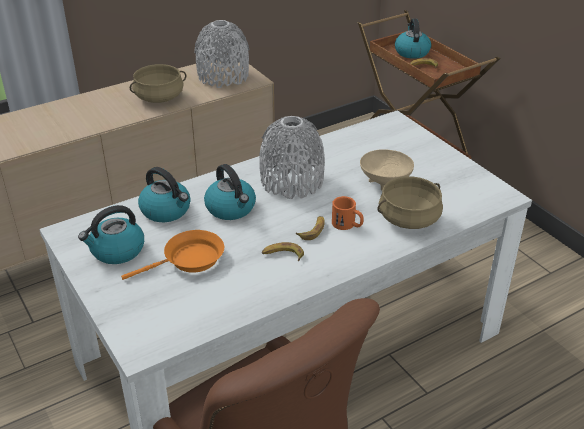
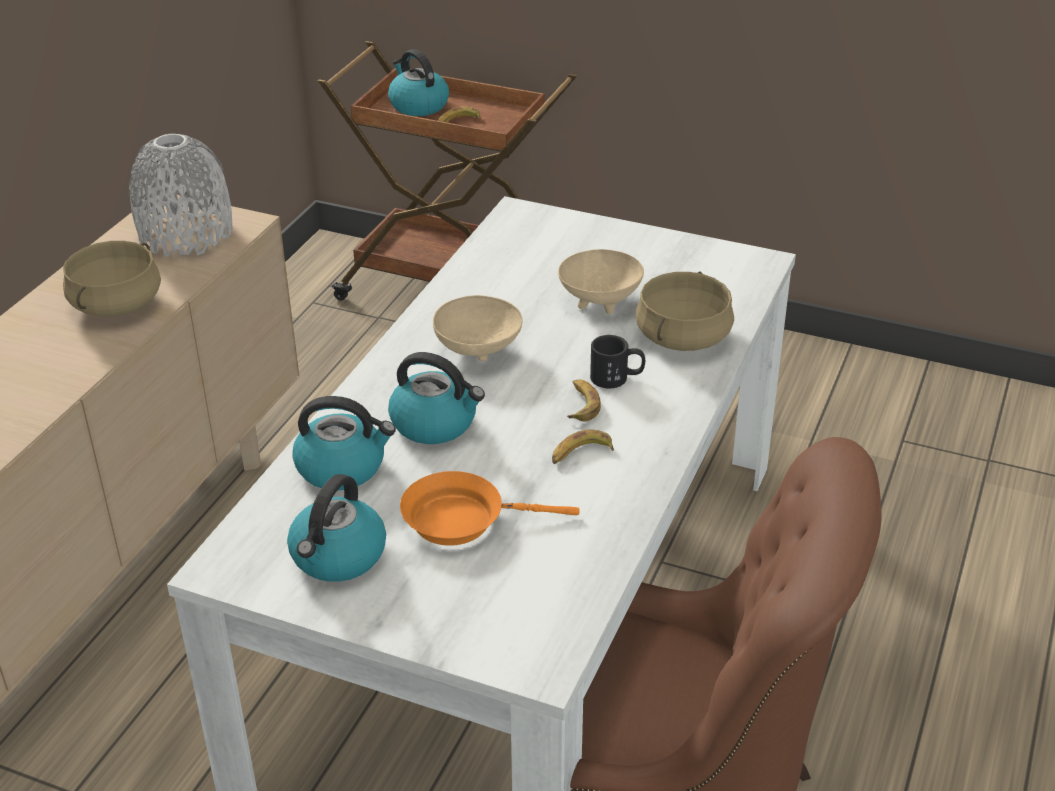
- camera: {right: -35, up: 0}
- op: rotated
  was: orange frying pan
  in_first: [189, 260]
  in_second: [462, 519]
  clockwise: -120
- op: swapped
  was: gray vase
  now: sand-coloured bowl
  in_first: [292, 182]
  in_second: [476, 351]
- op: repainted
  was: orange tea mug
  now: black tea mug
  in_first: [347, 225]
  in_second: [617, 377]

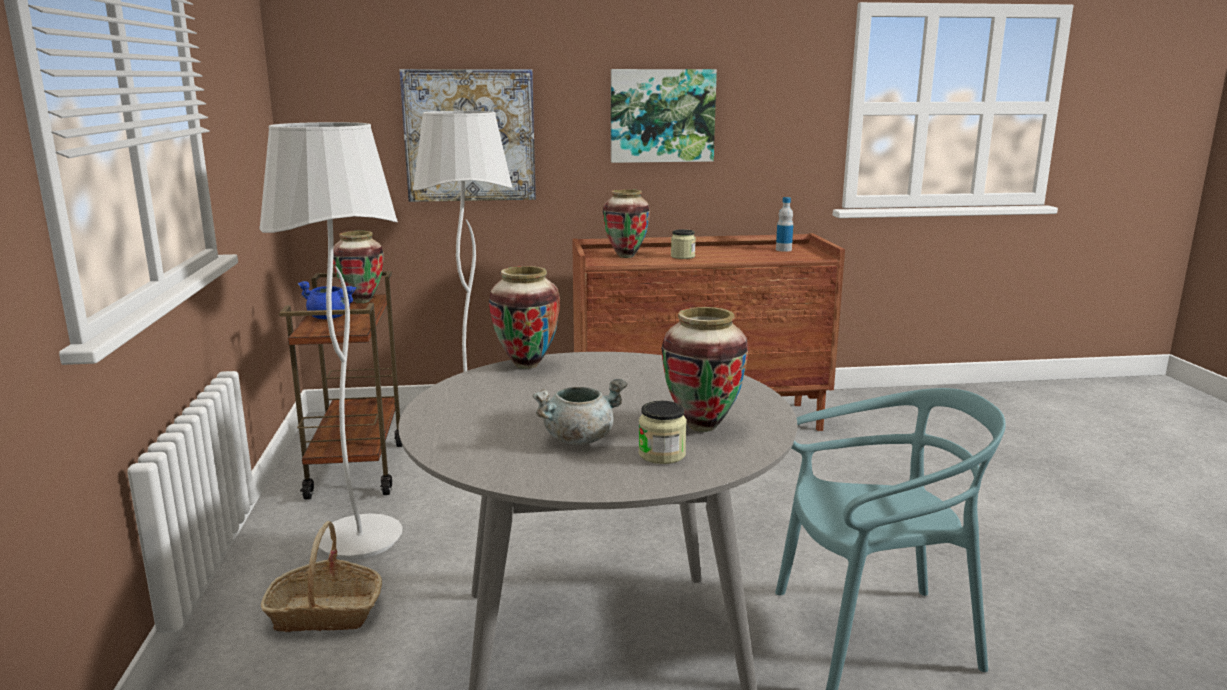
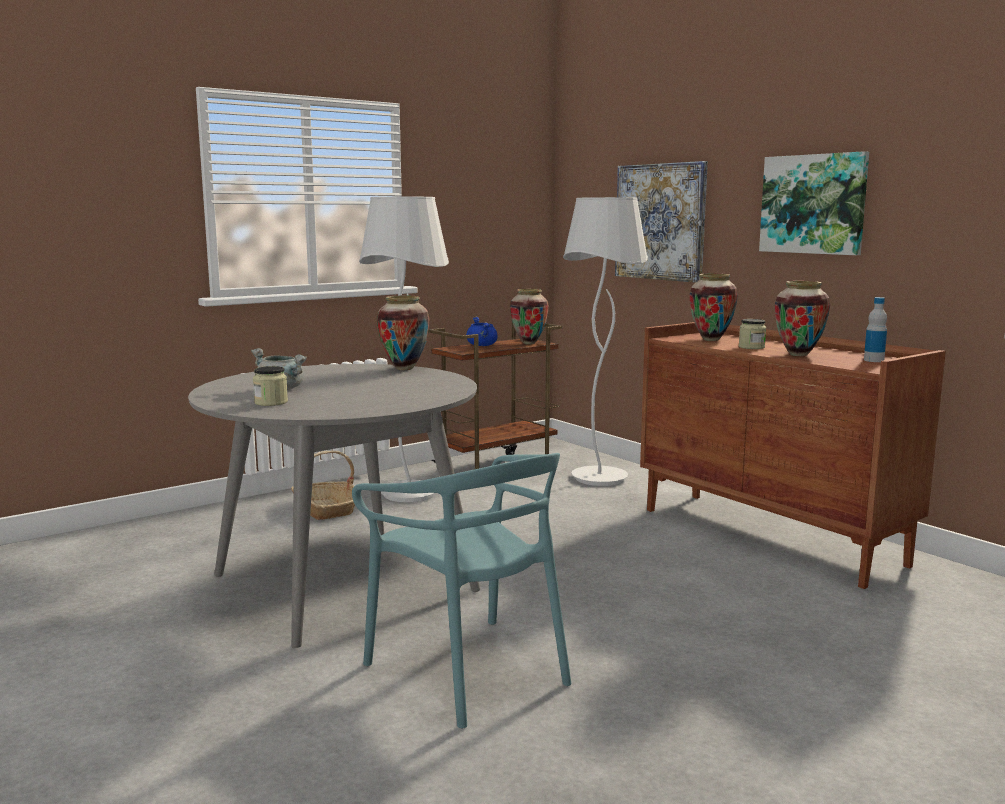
- camera: {right: 60, up: -5}
- op: shifted
  was: vase
  in_first: [703, 426]
  in_second: [798, 355]

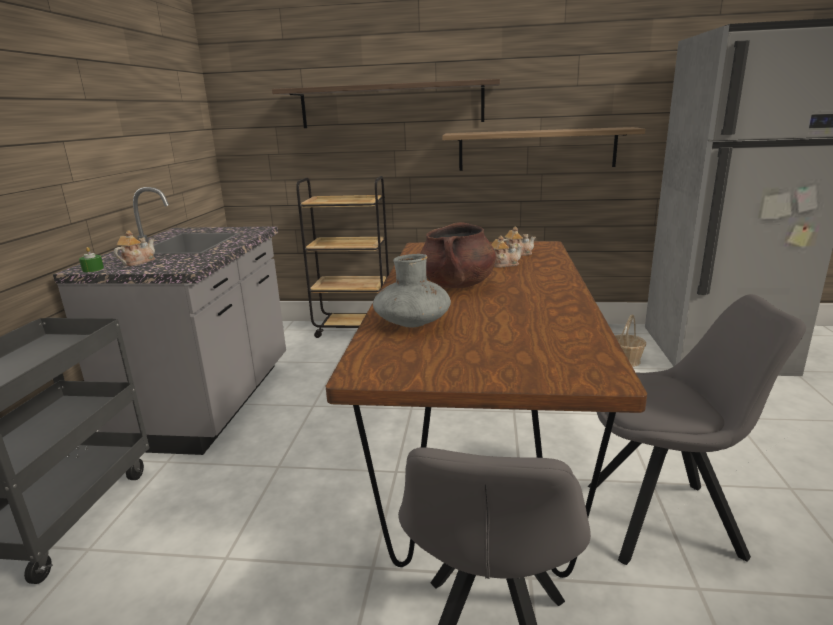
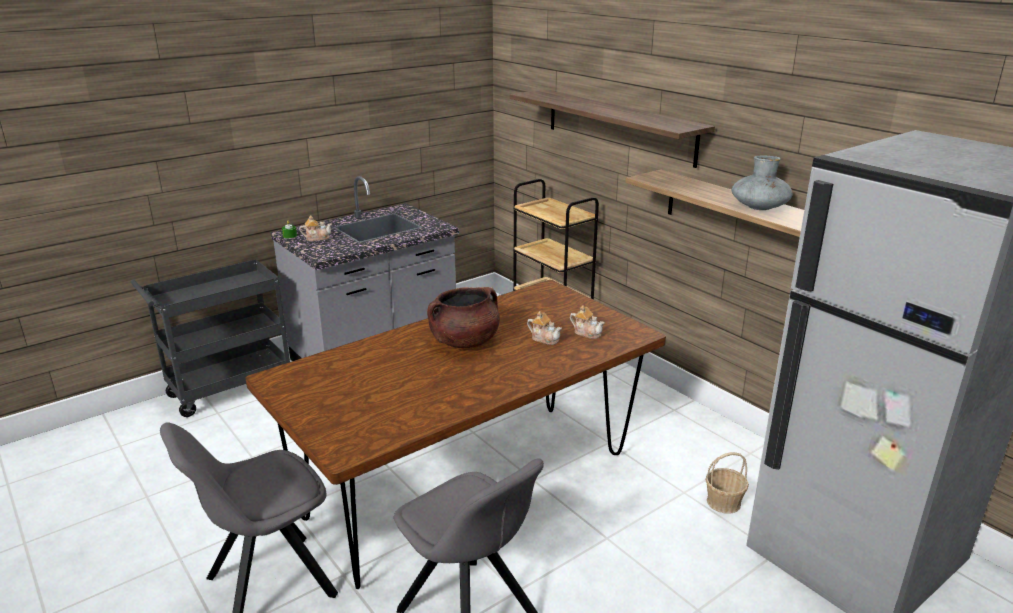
- camera: {right: 45, up: 5}
- op: shifted
  was: gray vase
  in_first: [412, 323]
  in_second: [759, 207]

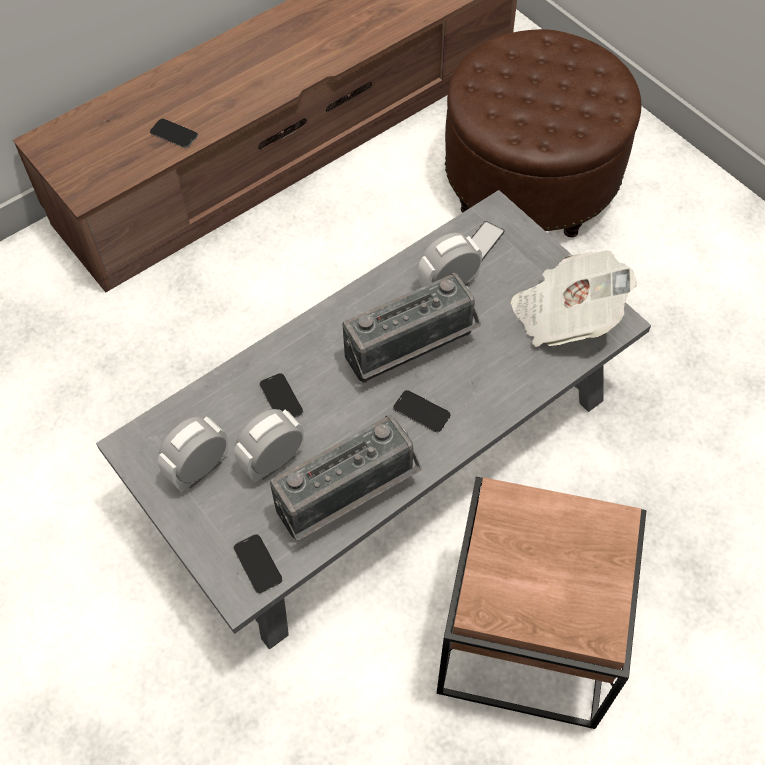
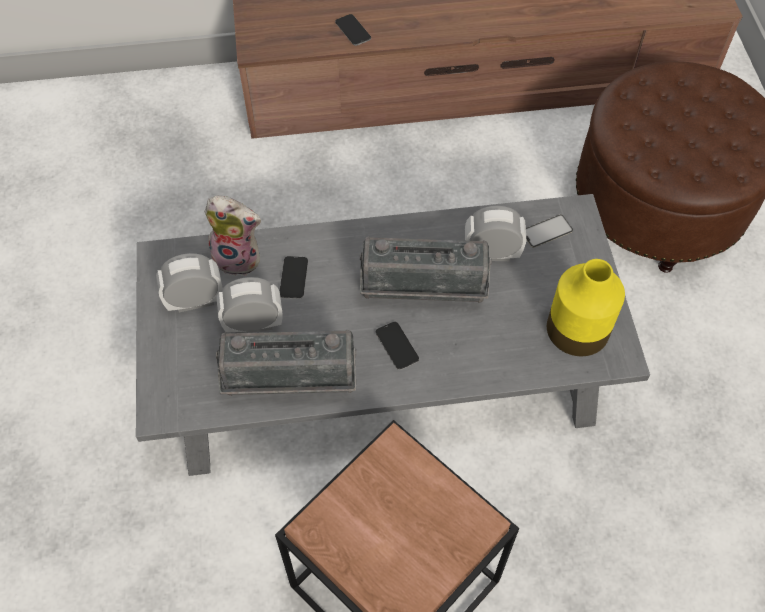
- camera: {right: 30, up: 0}
- op: new
  now: plush toy
  in_second: [239, 257]
- op: swapped
  was: newspaper
  now: yellow vase
  in_first: [566, 315]
  in_second: [577, 328]
- op: gone
  was: telephone
  in_first: [258, 564]

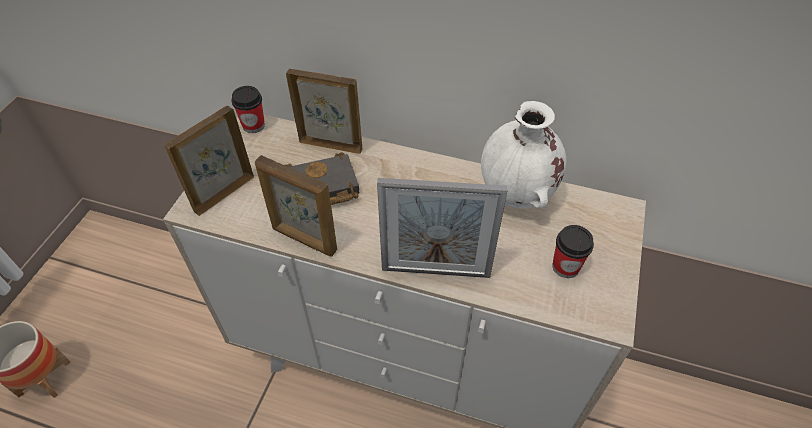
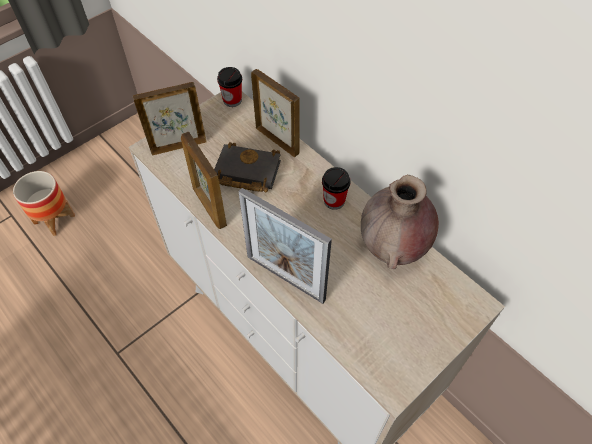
- camera: {right: 30, up: 5}
- op: shifted
  was: small cup
  in_first: [565, 267]
  in_second: [334, 201]
- op: repainted
  was: white-coloured vase
  now: brown-coloured vase
  in_first: [516, 196]
  in_second: [392, 249]

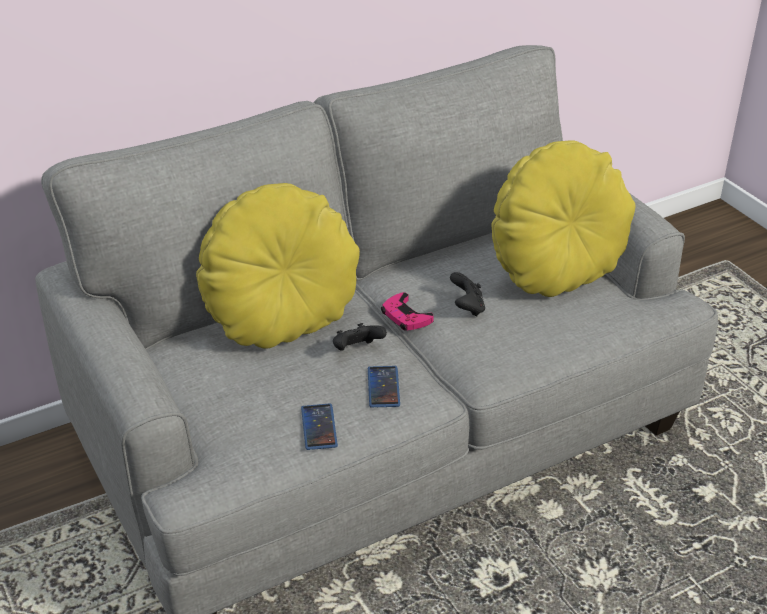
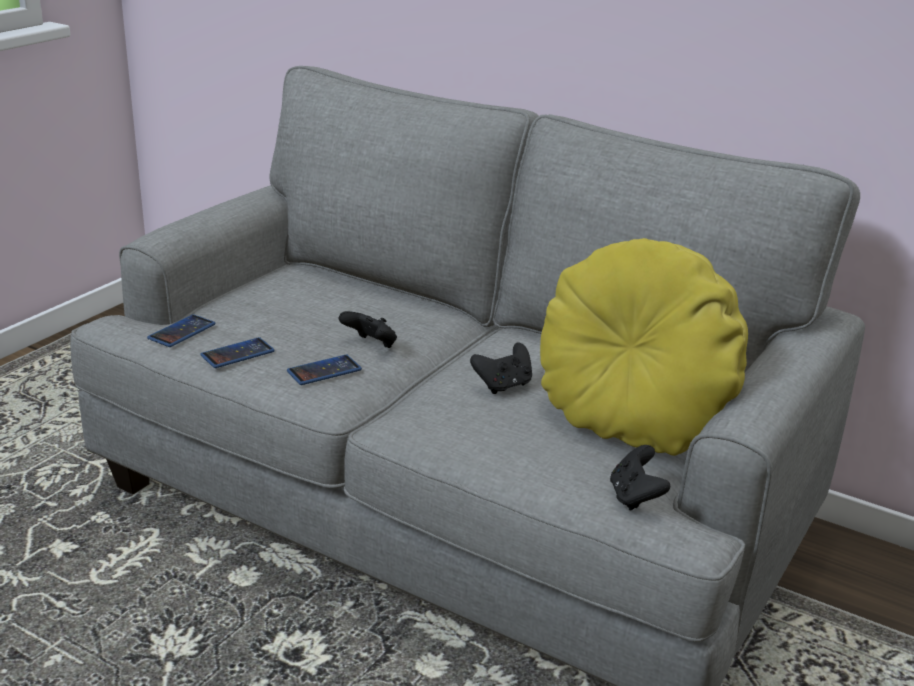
- camera: {right: 60, up: -10}
- op: new
  now: telephone
  in_second: [182, 332]
- op: new
  now: black gamepad
  in_second: [635, 497]
- op: gone
  was: yellow cushion
  in_first: [283, 324]
- op: gone
  was: pinkish gamepad
  in_first: [405, 316]

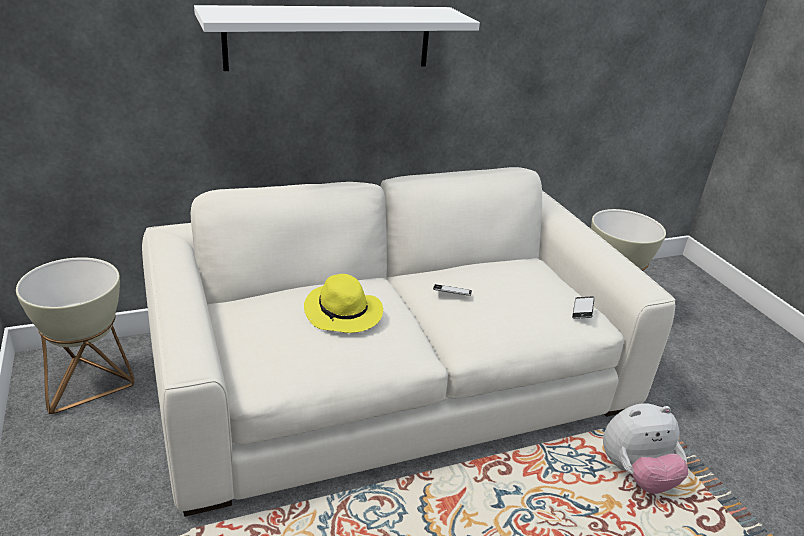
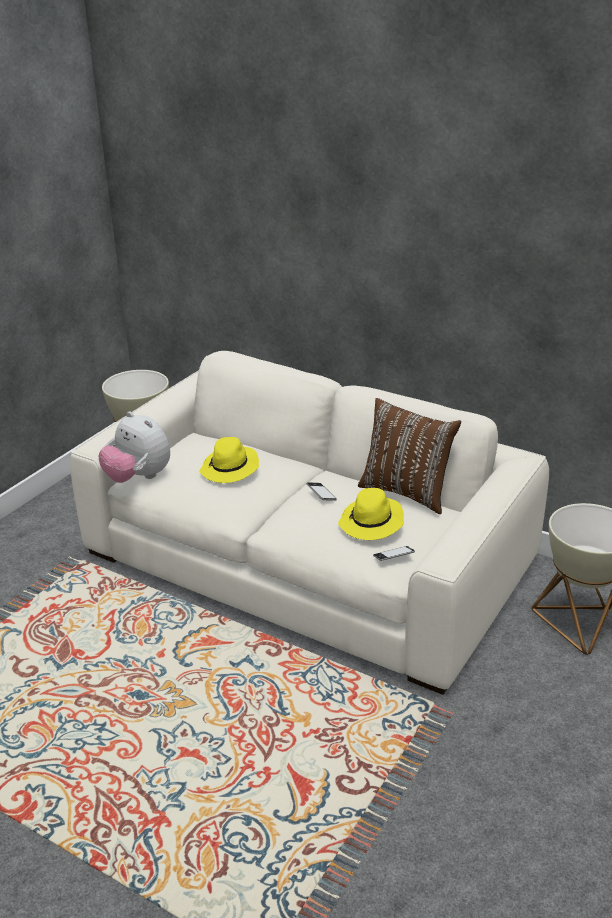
- camera: {right: 55, up: 0}
- op: shifted
  was: plush toy
  in_first: [636, 474]
  in_second: [138, 477]
- op: new
  now: yellow hat
  in_second: [372, 523]
- op: new
  now: brown-coloured cushion
  in_second: [406, 492]
- op: gone
  was: white-coloured bracket shelf
  in_first: [330, 37]

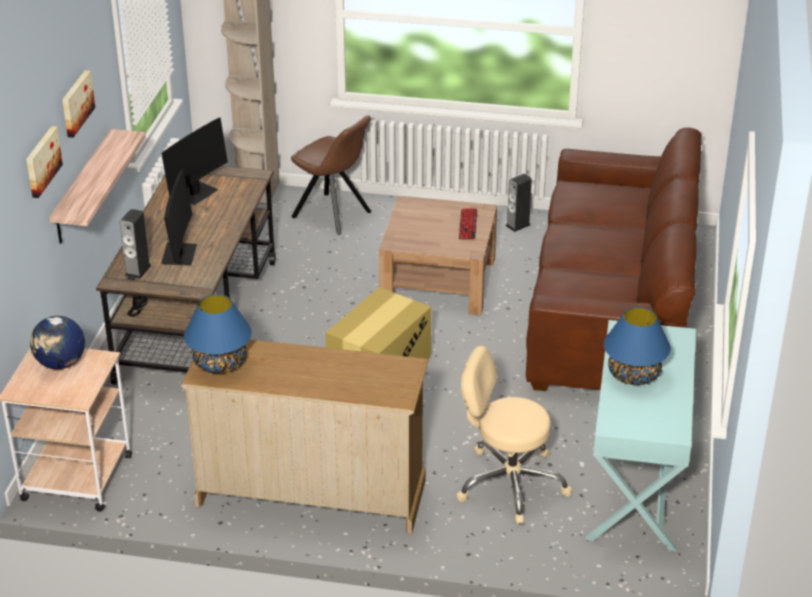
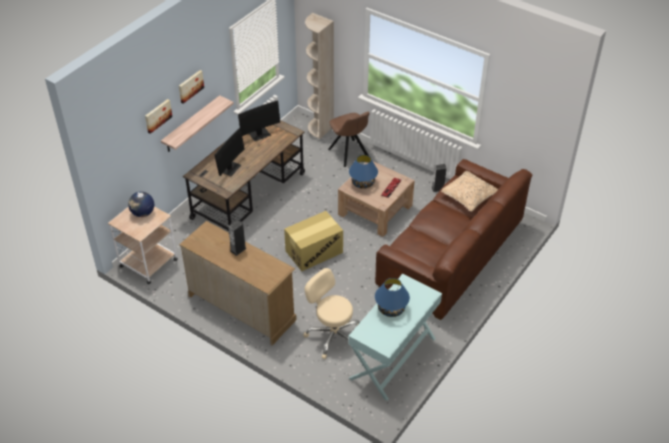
- camera: {right: 25, up: 10}
- op: shifted
  was: loudspeaker
  in_first: [138, 270]
  in_second: [238, 249]
- op: shifted
  was: blue-coloured tabletop lamp
  in_first: [219, 363]
  in_second: [362, 183]
- op: new
  now: sand-coloured cushion
  in_second: [468, 195]

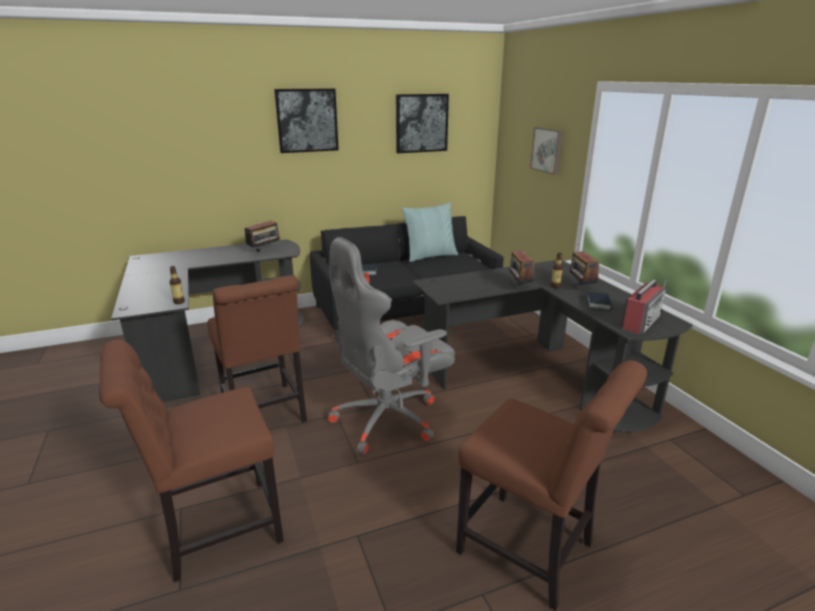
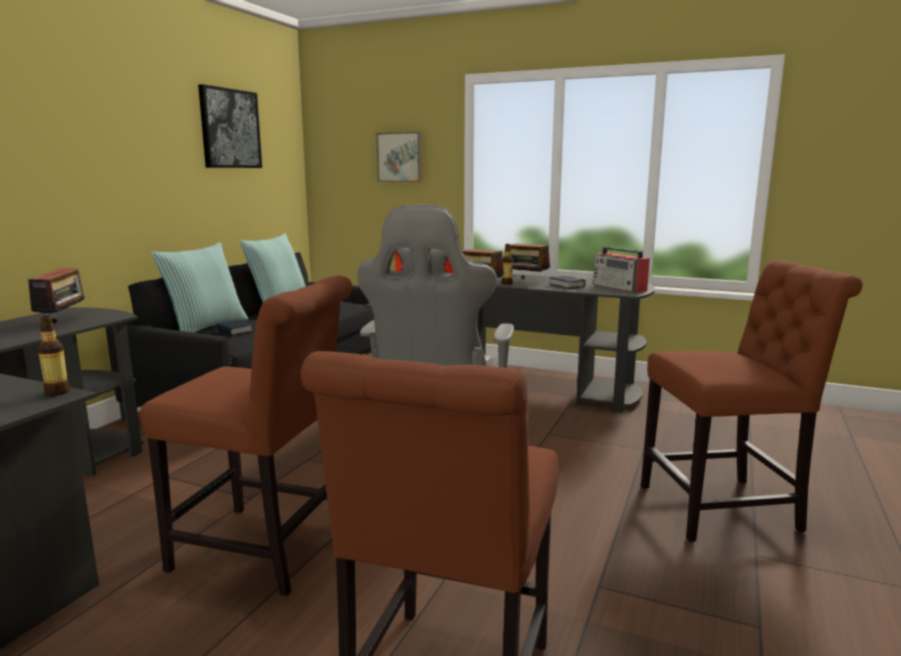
- camera: {right: -45, up: -10}
- op: new
  now: cushion
  in_second: [206, 327]
- op: rotated
  was: radio set
  in_first: [641, 322]
  in_second: [619, 288]
  clockwise: 150
- op: gone
  was: wall art
  in_first: [307, 120]

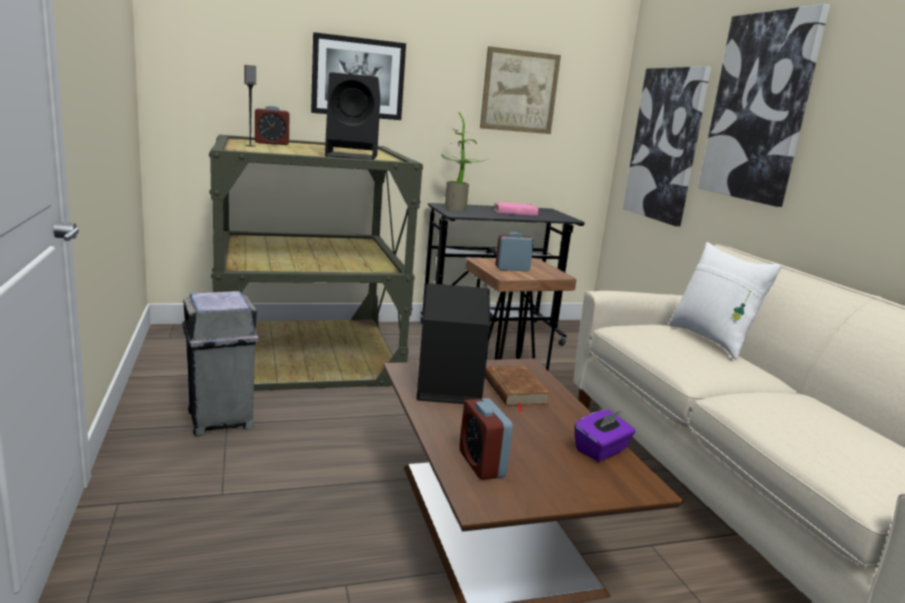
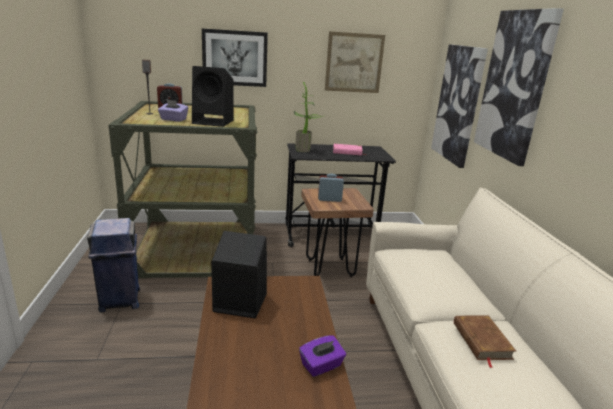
- camera: {right: 10, up: 5}
- op: repainted
  was: gray rubbish bin
  now: blue-coloured rubbish bin
  in_first: [220, 420]
  in_second: [119, 300]
- op: new
  now: purple-coloured box of tissues
  in_second: [173, 119]
- op: shifted
  was: brown-coloured volume
  in_first: [514, 391]
  in_second: [481, 341]
- op: gone
  was: alarm clock
  in_first: [481, 464]
- op: gone
  was: white-coloured cushion
  in_first: [710, 341]

